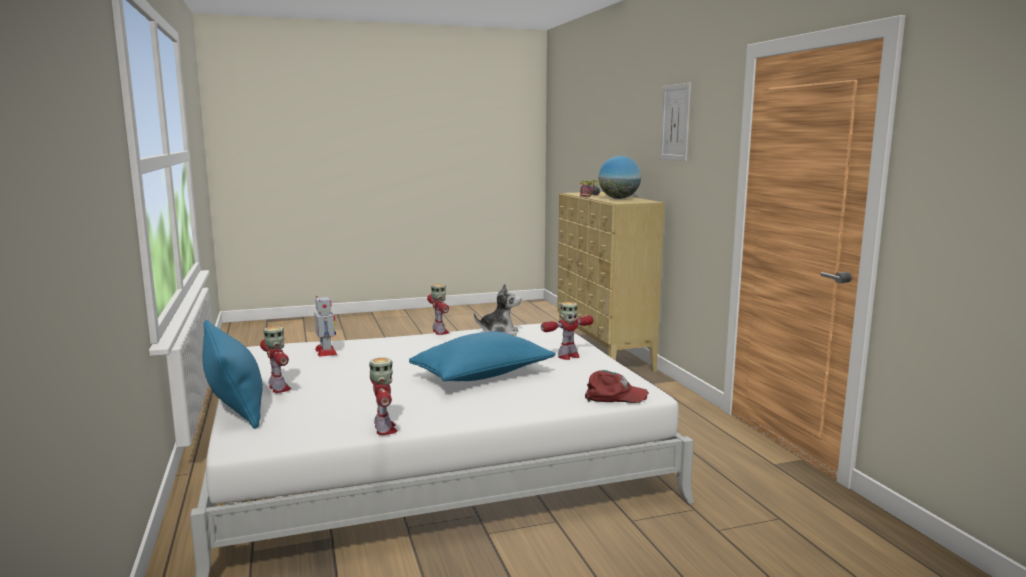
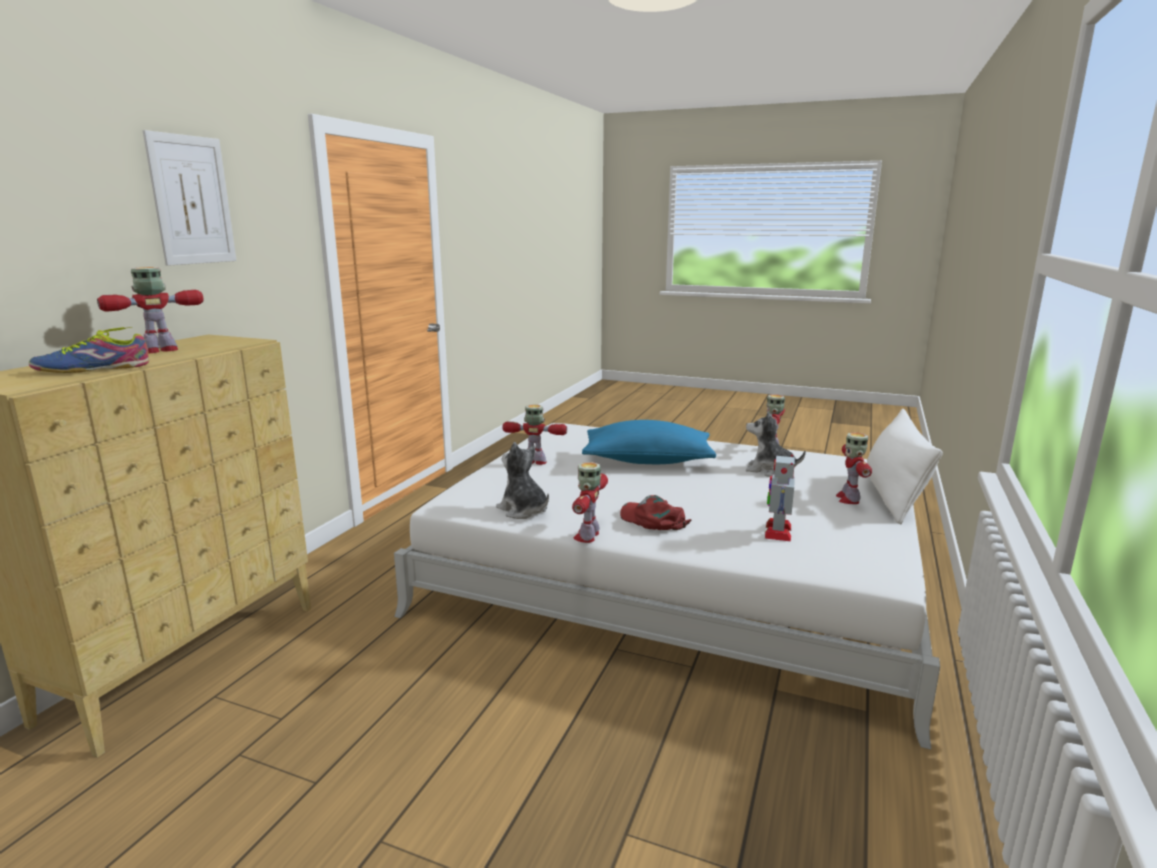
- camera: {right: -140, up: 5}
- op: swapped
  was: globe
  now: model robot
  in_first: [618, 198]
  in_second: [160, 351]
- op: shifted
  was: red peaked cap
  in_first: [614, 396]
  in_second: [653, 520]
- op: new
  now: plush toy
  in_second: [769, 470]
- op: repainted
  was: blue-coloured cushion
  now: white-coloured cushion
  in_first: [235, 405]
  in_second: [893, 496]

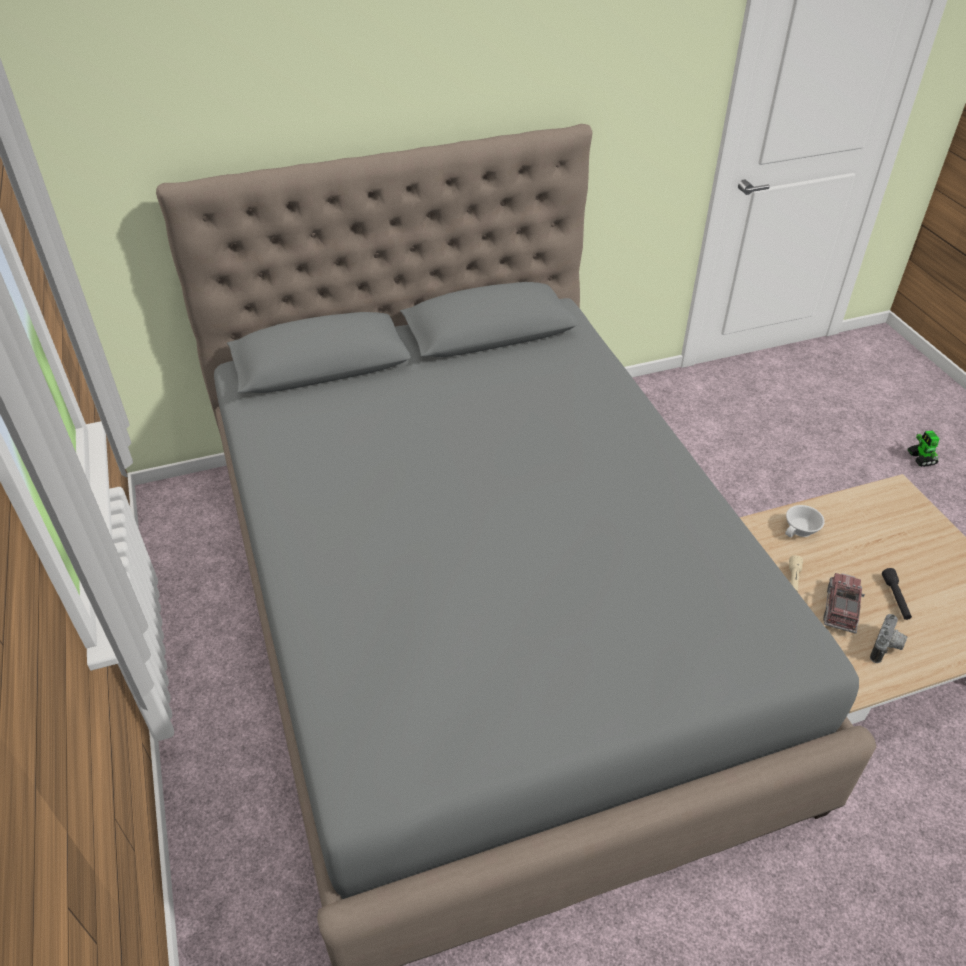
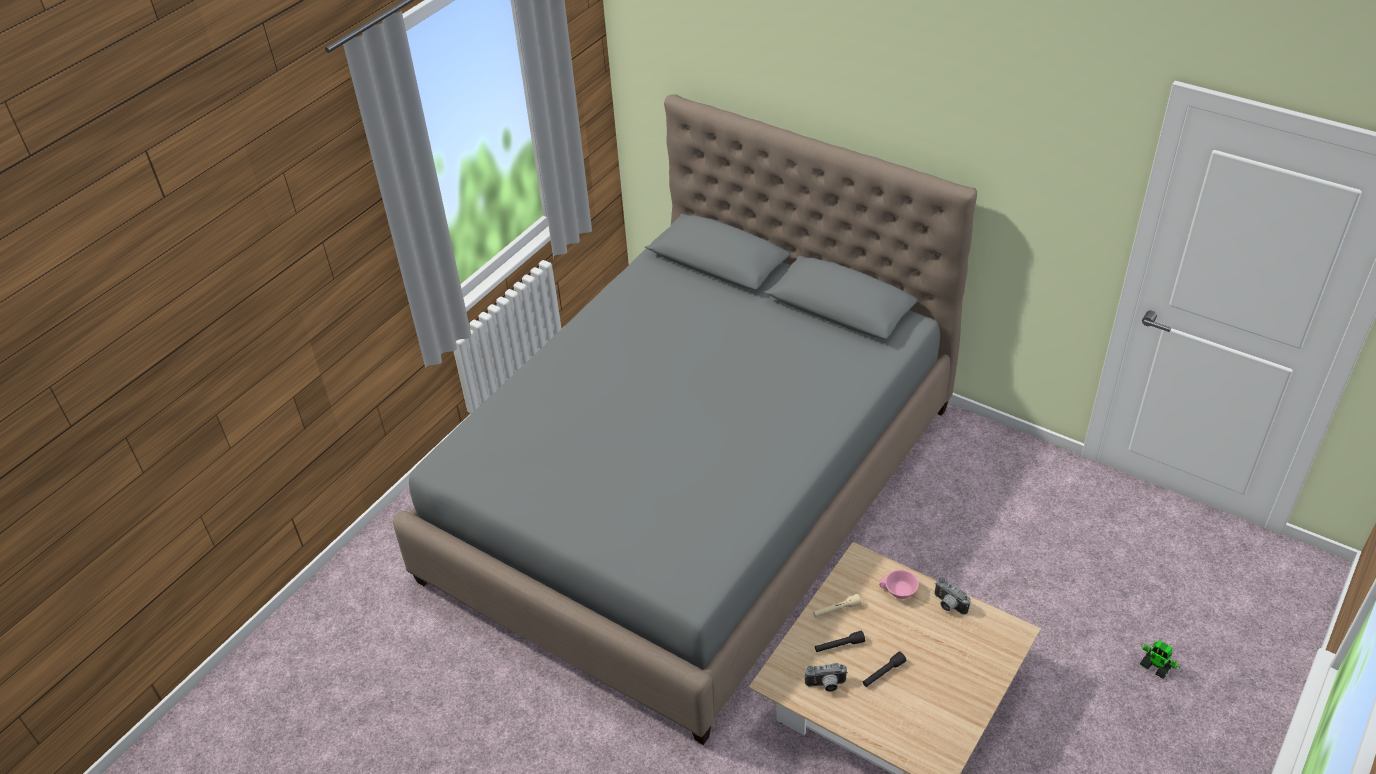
- camera: {right: 55, up: 0}
- op: swapped
  was: toy truck
  now: black flashlight
  in_first: [840, 609]
  in_second: [839, 646]
- op: repainted
  was: white-coloured small cup
  now: pinkish small cup
  in_first: [801, 530]
  in_second: [899, 592]
- op: new
  now: still camera
  in_second: [948, 605]
- op: rotated
  was: model robot
  in_first: [921, 458]
  in_second: [1156, 666]
  clockwise: -90

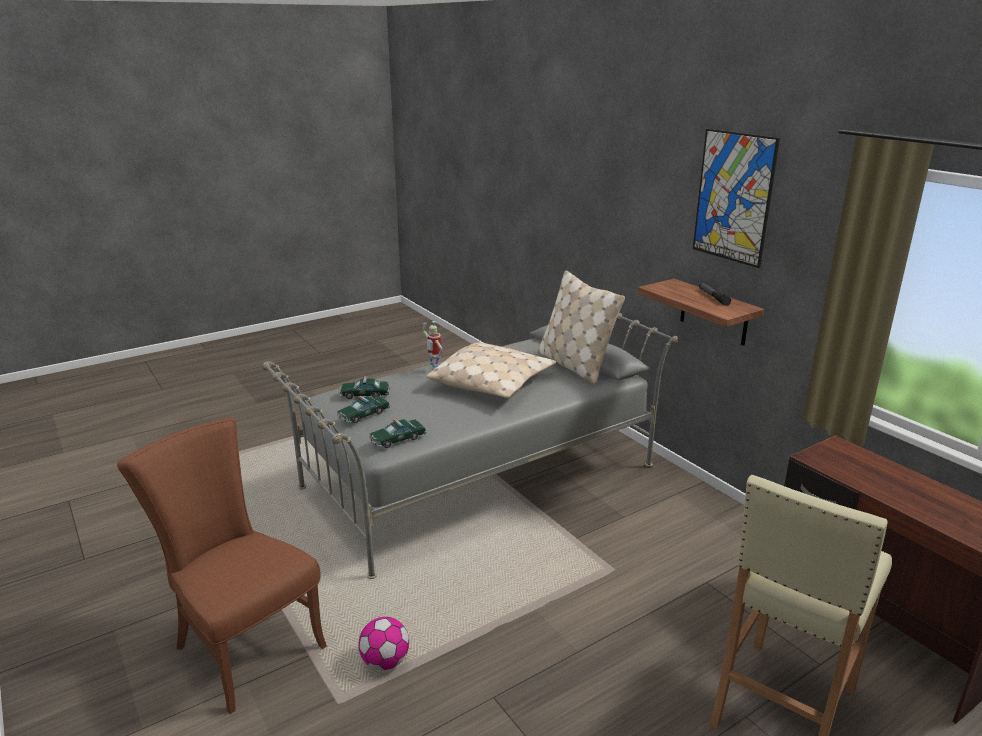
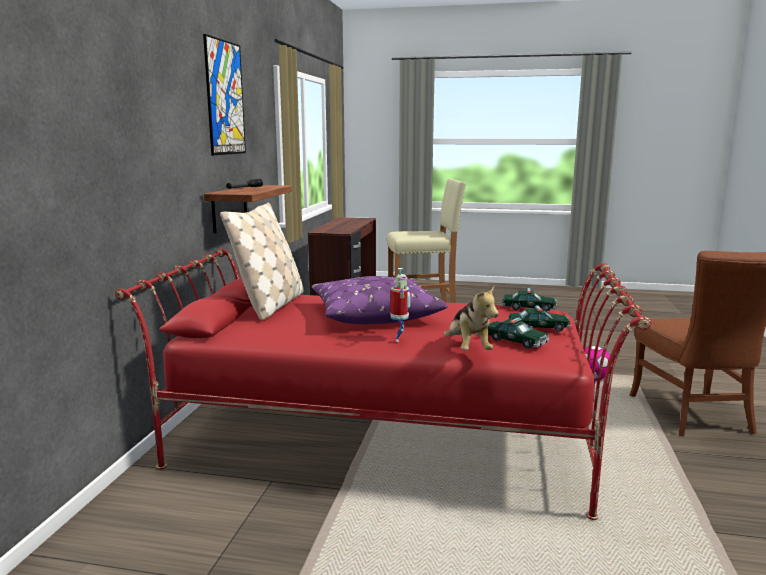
- camera: {right: -135, up: -10}
- op: repainted
  was: gray bedroom bed
  now: red bedroom bed
  in_first: [479, 476]
  in_second: [383, 439]
- op: repainted
  was: sand-coloured cushion
  now: purple-coloured cushion
  in_first: [492, 383]
  in_second: [374, 314]
- op: new
  now: plush toy
  in_second: [467, 349]

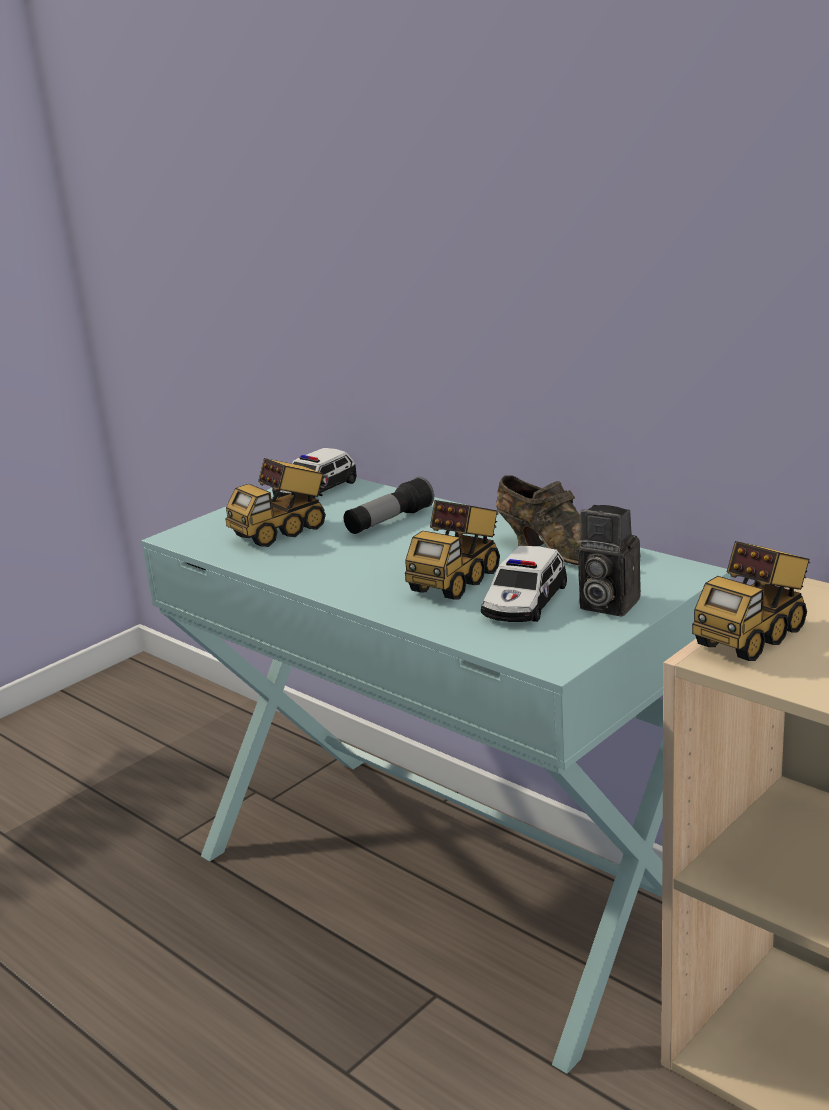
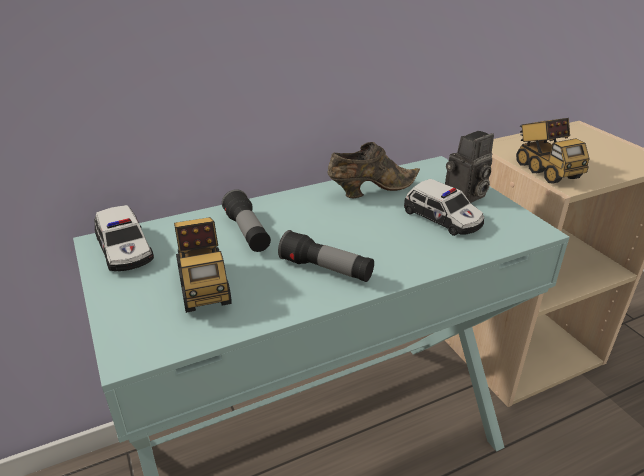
- camera: {right: -70, up: 10}
- op: new
  now: flashlight
  in_second: [326, 269]
- op: gone
  was: toy truck
  in_first: [457, 581]

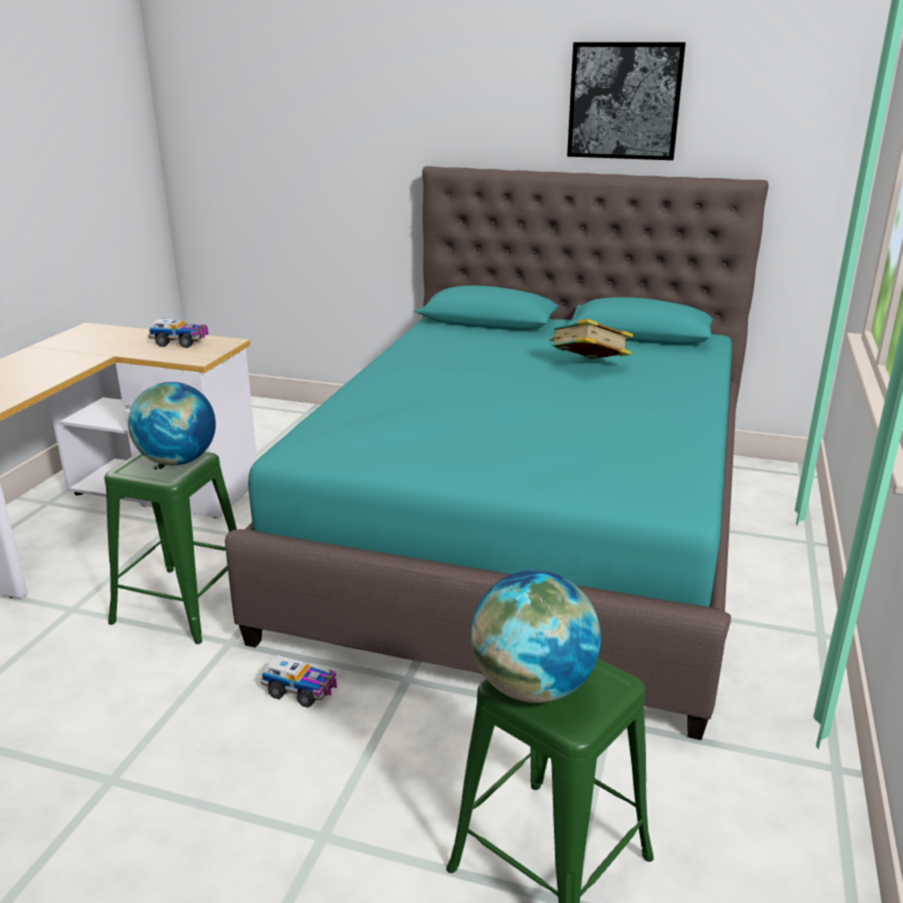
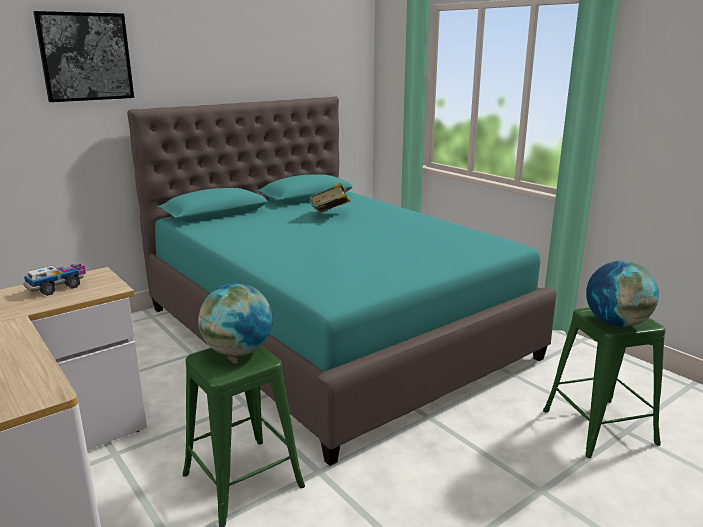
- camera: {right: -55, up: -5}
- op: shifted
  was: wall art
  in_first: [624, 101]
  in_second: [85, 57]
- op: gone
  was: toy truck
  in_first: [301, 691]

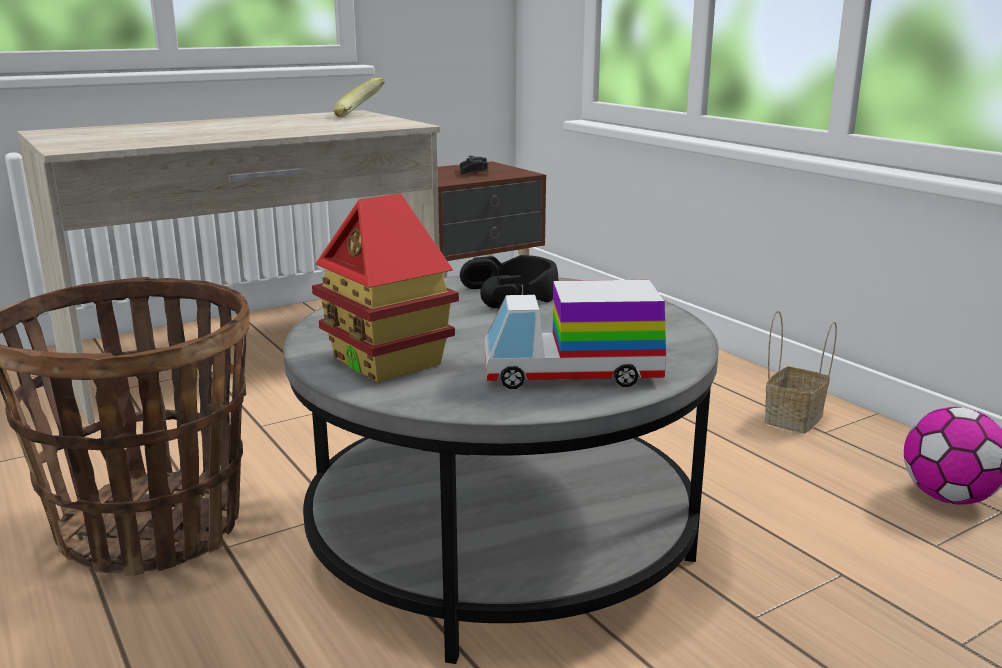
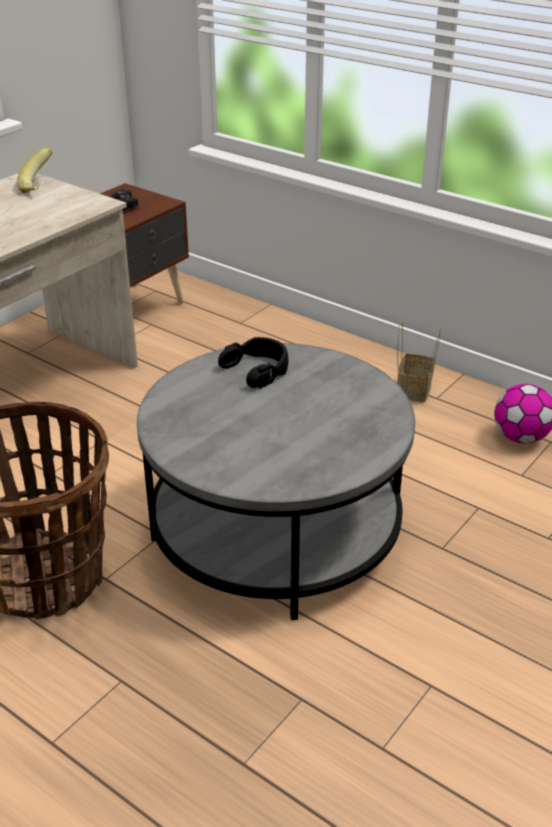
- camera: {right: -20, up: 15}
- op: gone
  was: model house
  in_first: [388, 361]
- op: gone
  was: toy truck
  in_first: [571, 373]

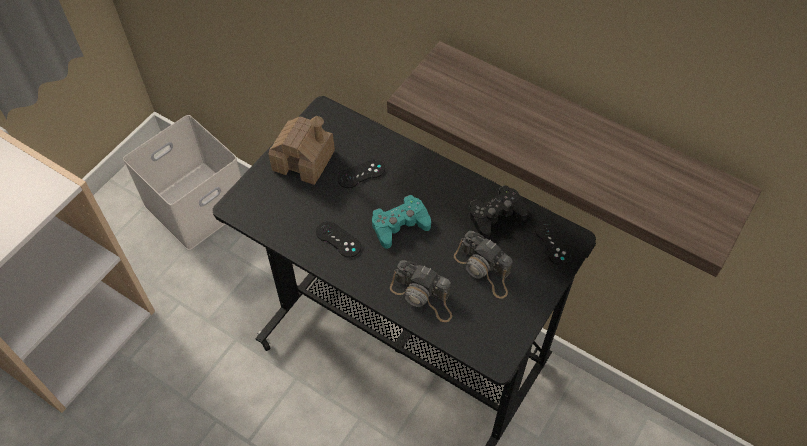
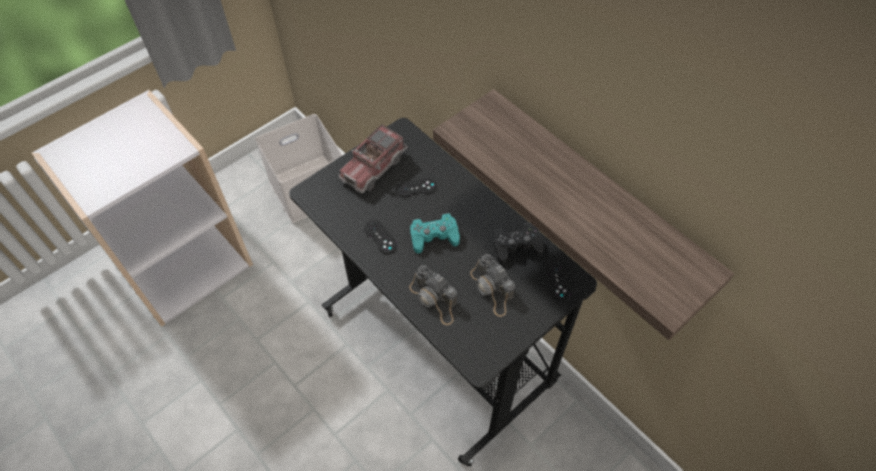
- camera: {right: 15, up: 0}
- op: swapped
  was: model house
  now: toy truck
  in_first: [304, 160]
  in_second: [373, 167]

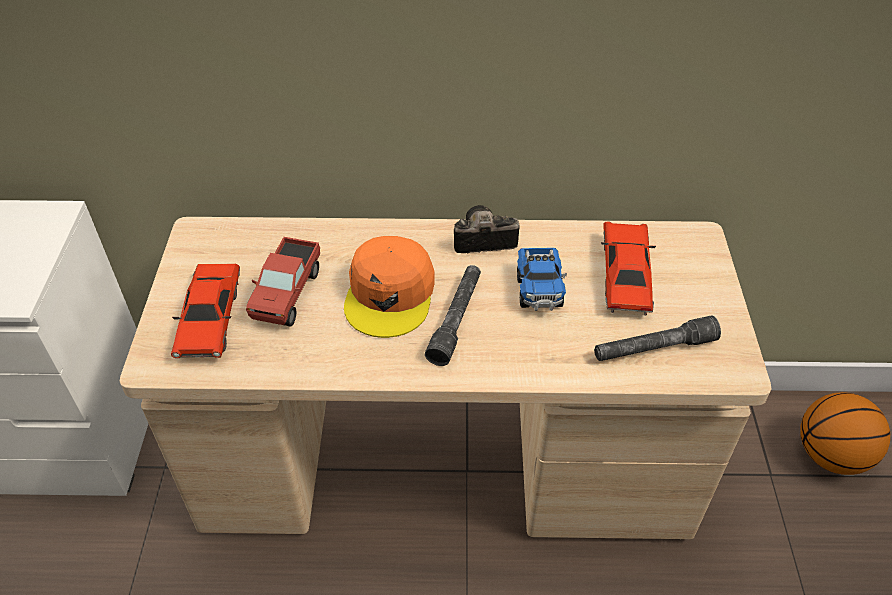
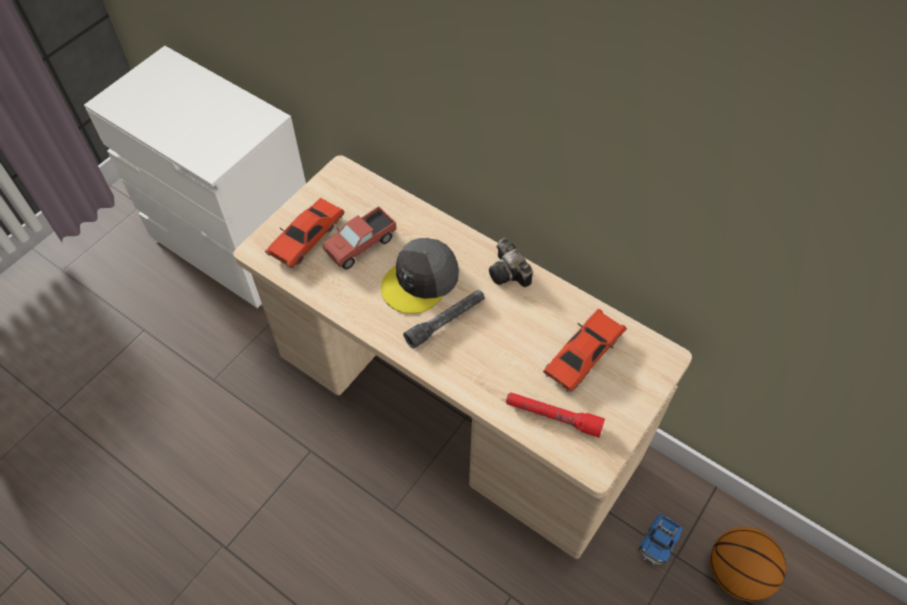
- camera: {right: 35, up: 10}
- op: repainted
  was: orange peaked cap
  now: gray peaked cap
  in_first: [390, 294]
  in_second: [421, 281]
- op: rotated
  was: still camera
  in_first: [481, 241]
  in_second: [509, 274]
  clockwise: -150
- op: repainted
  was: gray flashlight
  now: red flashlight
  in_first: [653, 348]
  in_second: [553, 417]
- op: shifted
  was: toy truck
  in_first: [539, 290]
  in_second: [657, 543]

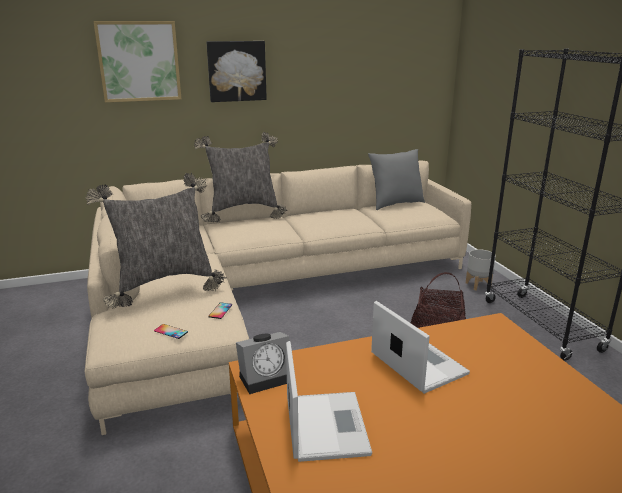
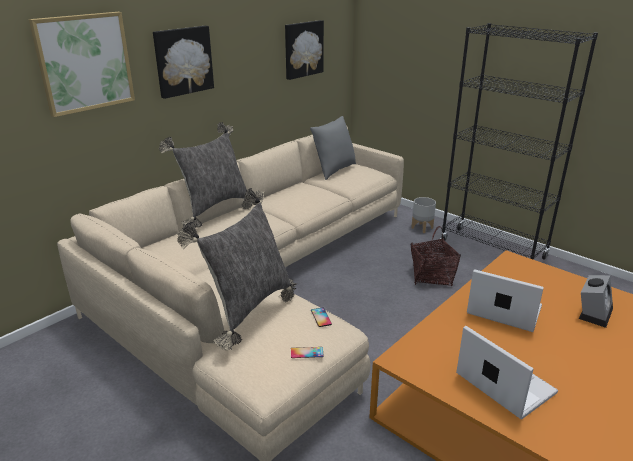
- camera: {right: -30, up: 5}
- op: new
  now: wall art
  in_second: [303, 49]
- op: shifted
  was: alarm clock
  in_first: [267, 376]
  in_second: [593, 312]

